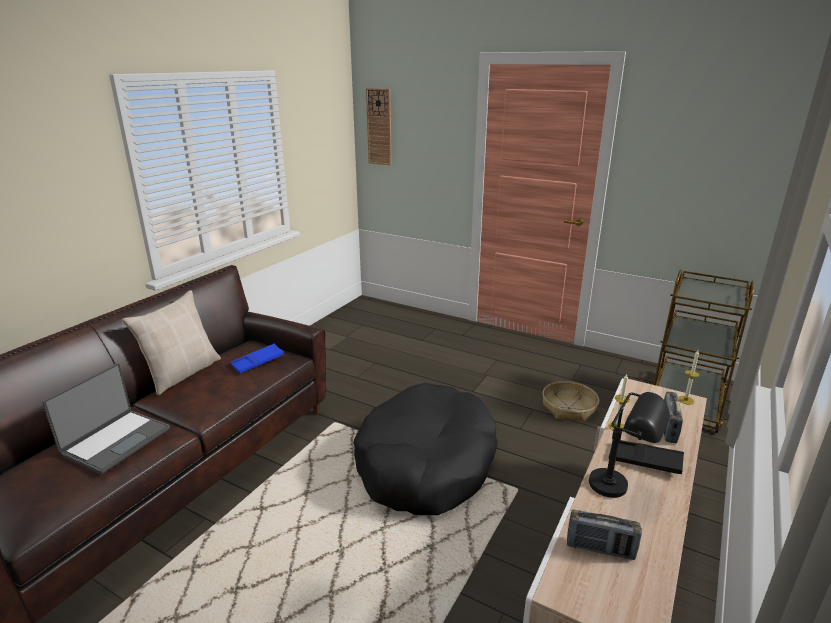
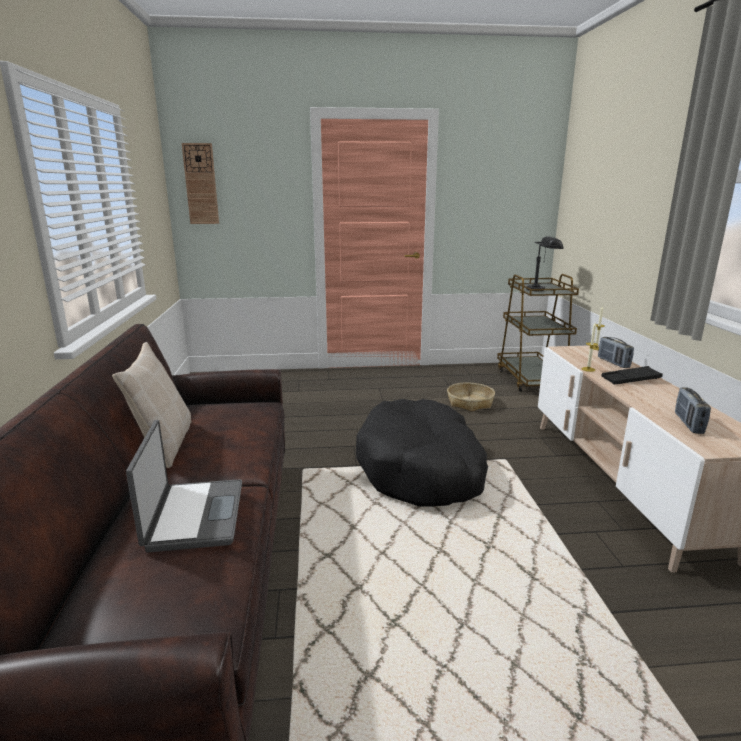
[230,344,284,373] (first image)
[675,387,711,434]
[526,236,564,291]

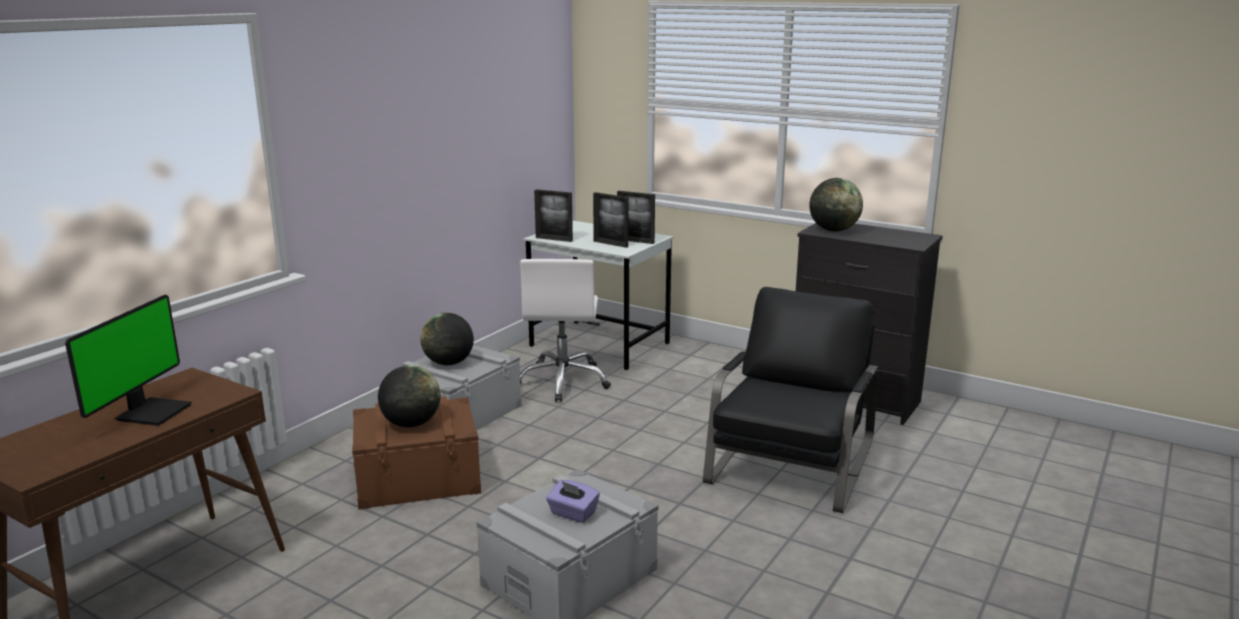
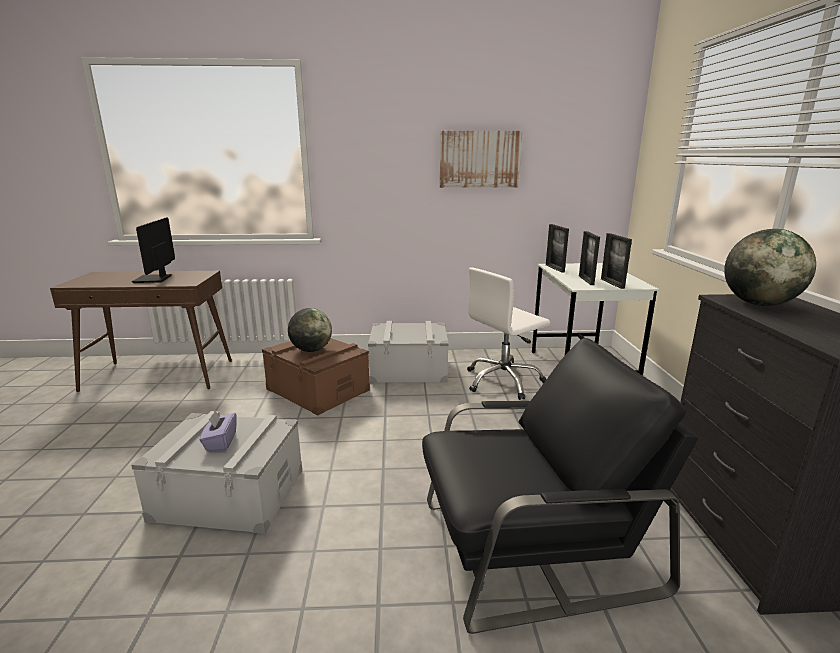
[132,217,175,283]
[420,313,474,365] (first image)
[440,131,522,188]

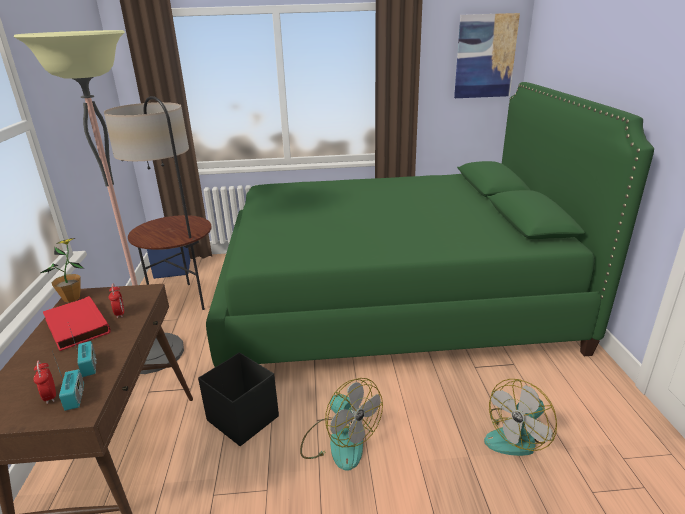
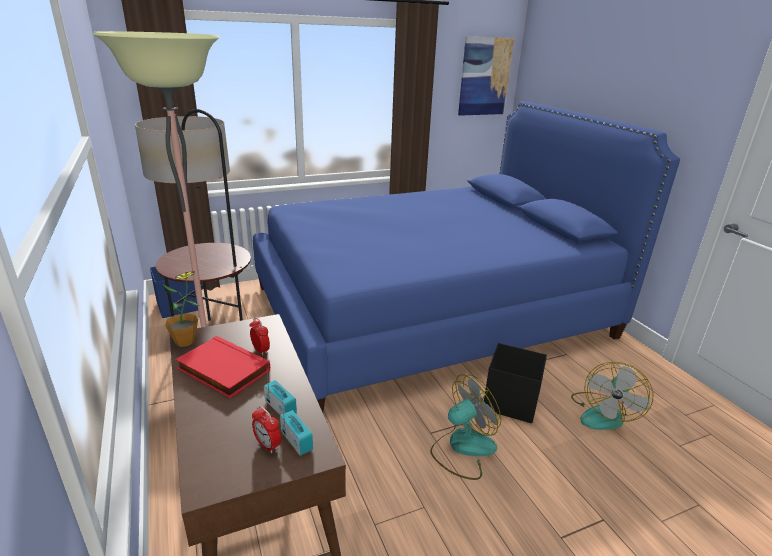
[484,343,547,423]
[253,101,680,412]
[430,374,501,480]

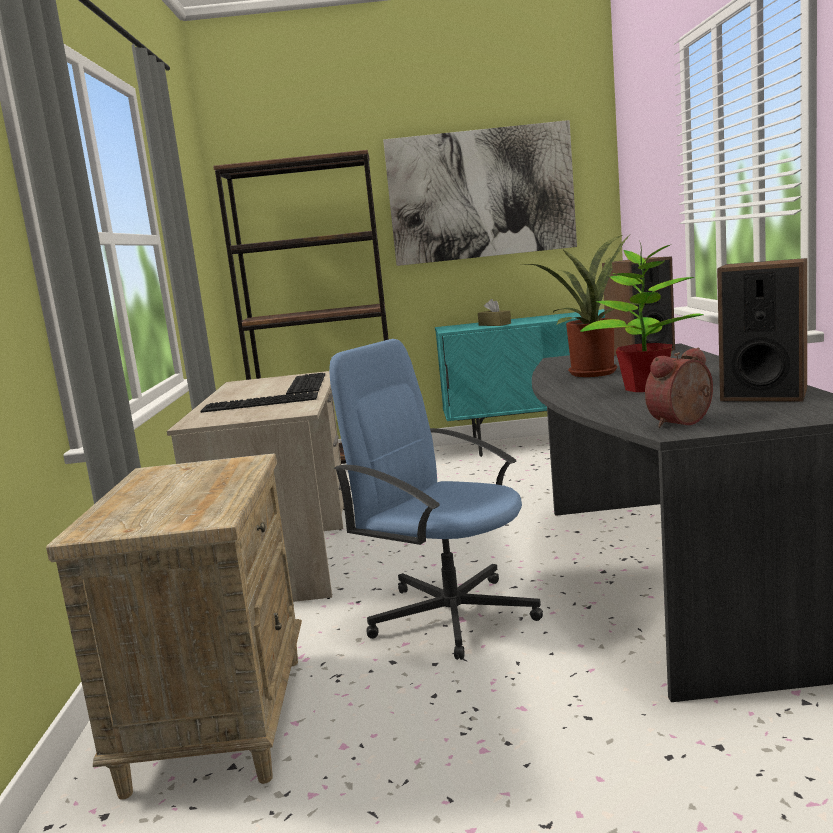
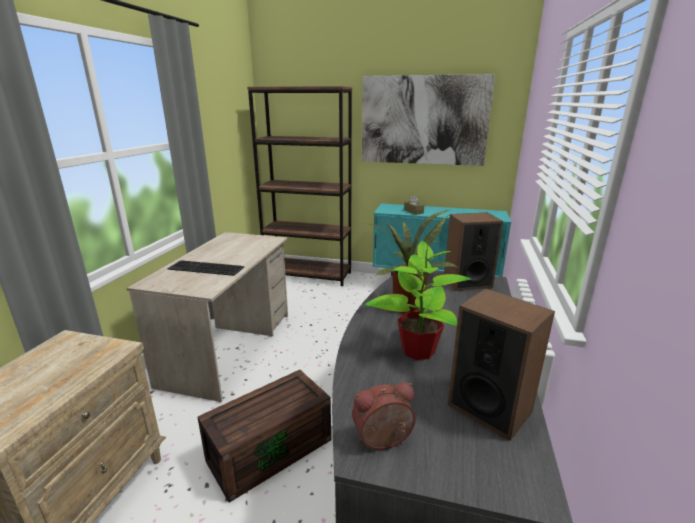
[286,373,325,394] (first image)
[198,370,331,503]

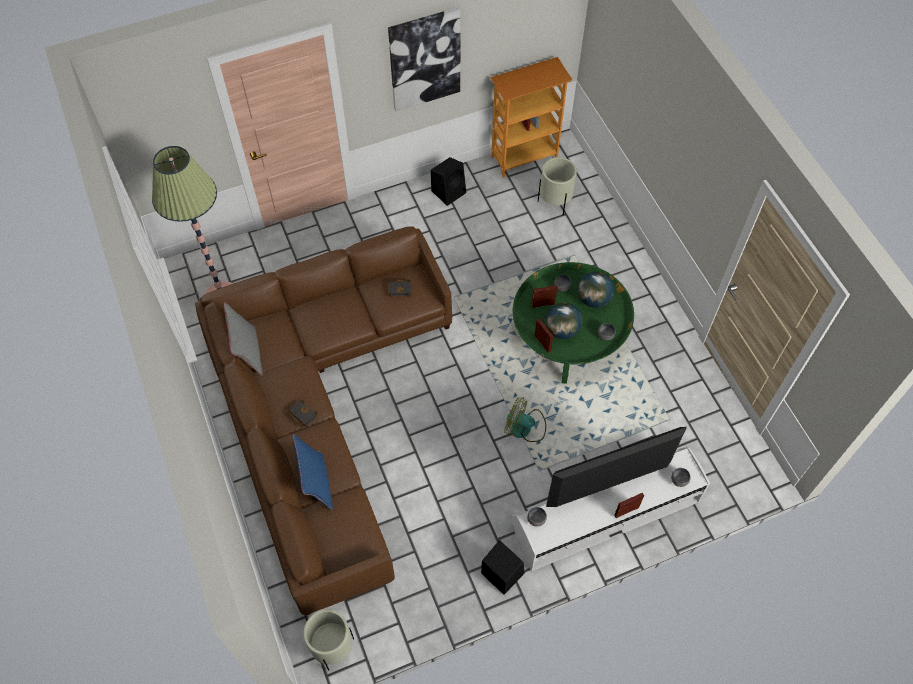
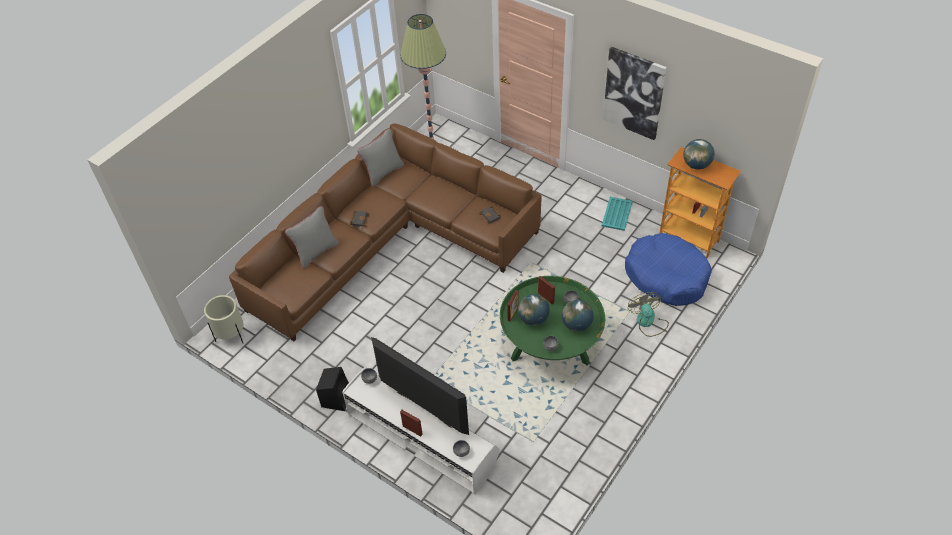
[285,206,339,269]
[602,197,633,231]
[628,292,669,337]
[625,233,712,306]
[683,139,715,170]

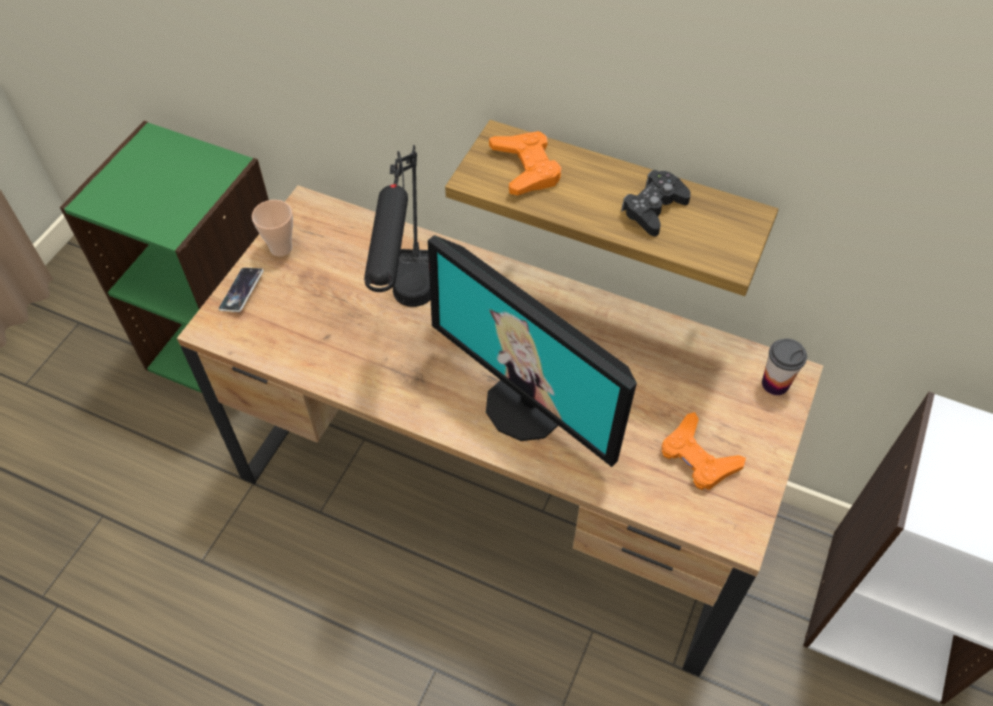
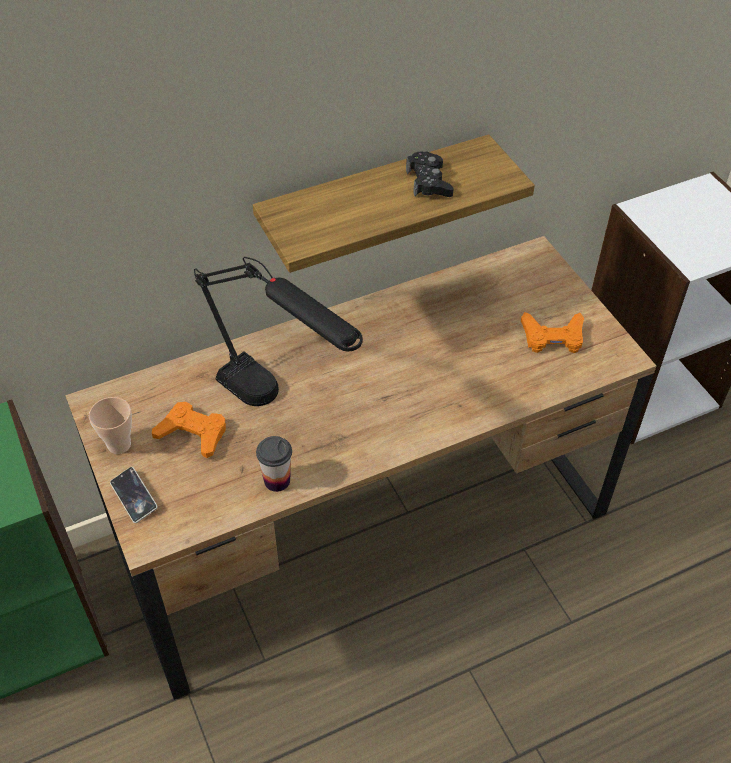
[428,235,637,467] (first image)
[152,402,226,458]
[256,436,292,492]

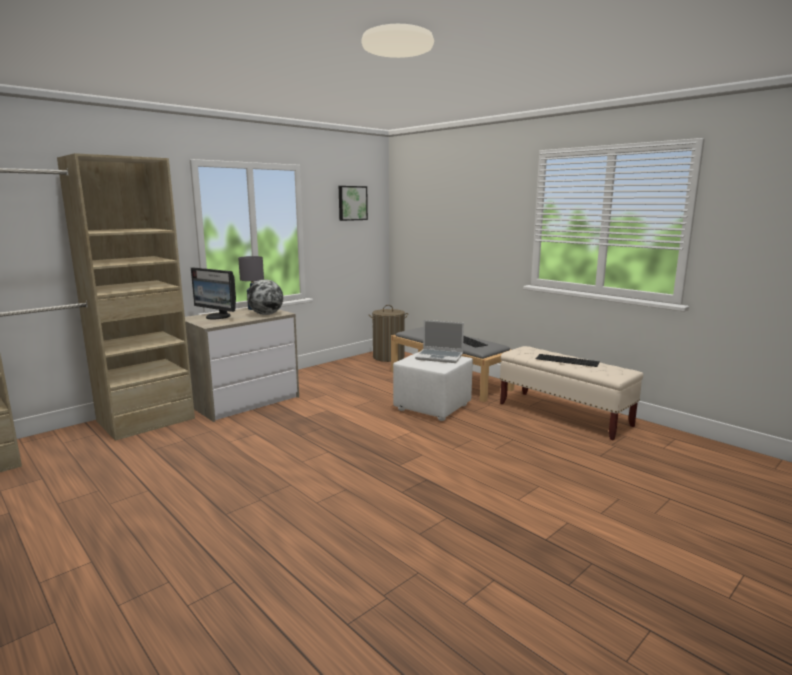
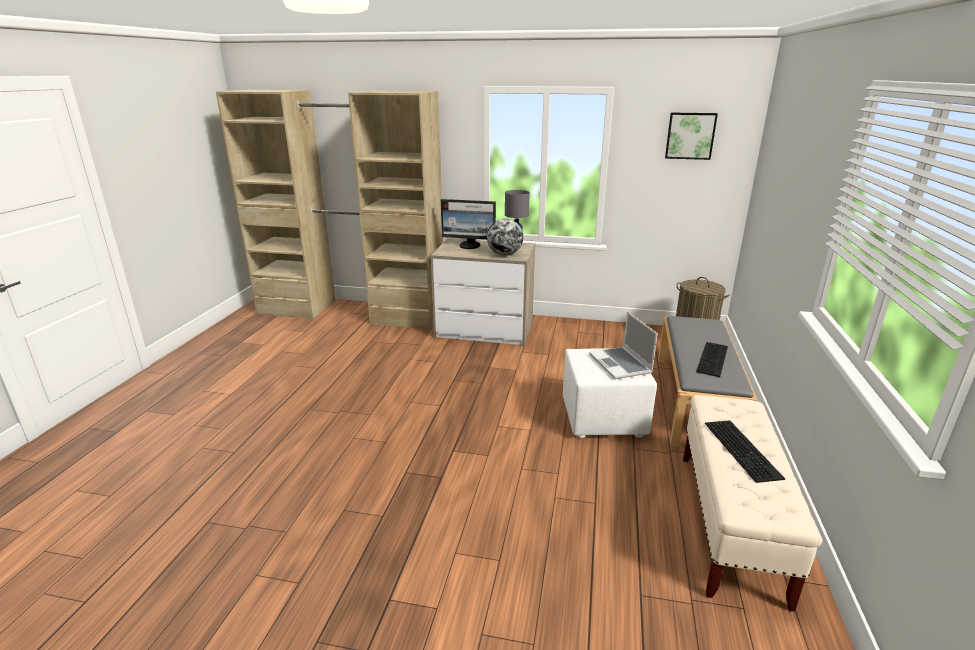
[441,199,496,249]

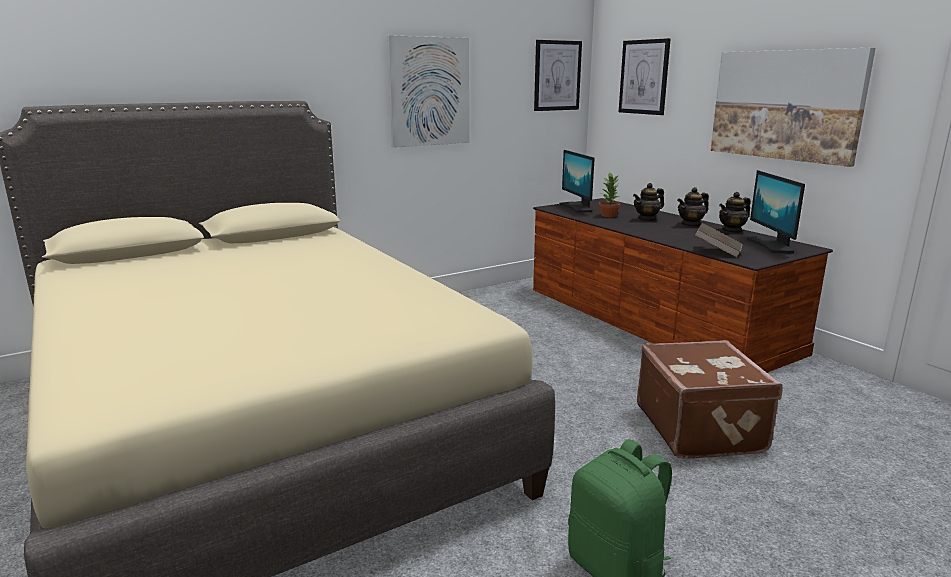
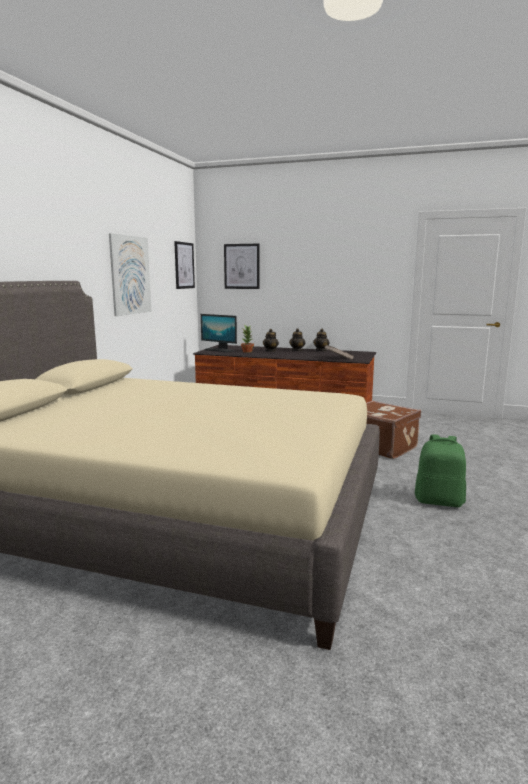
[711,48,875,167] (first image)
[746,170,805,254] (first image)

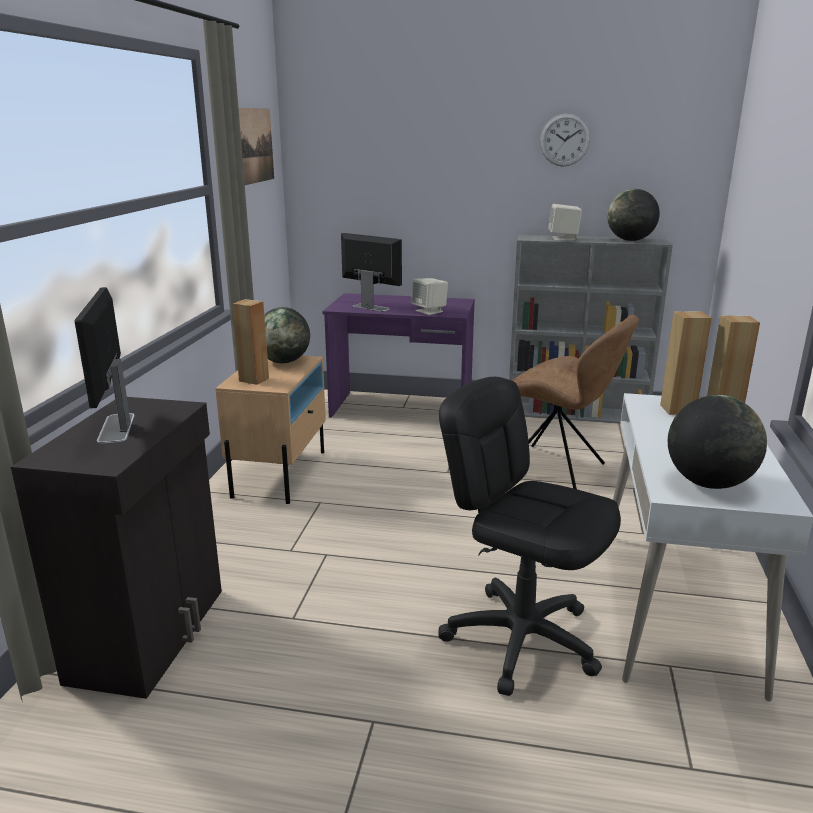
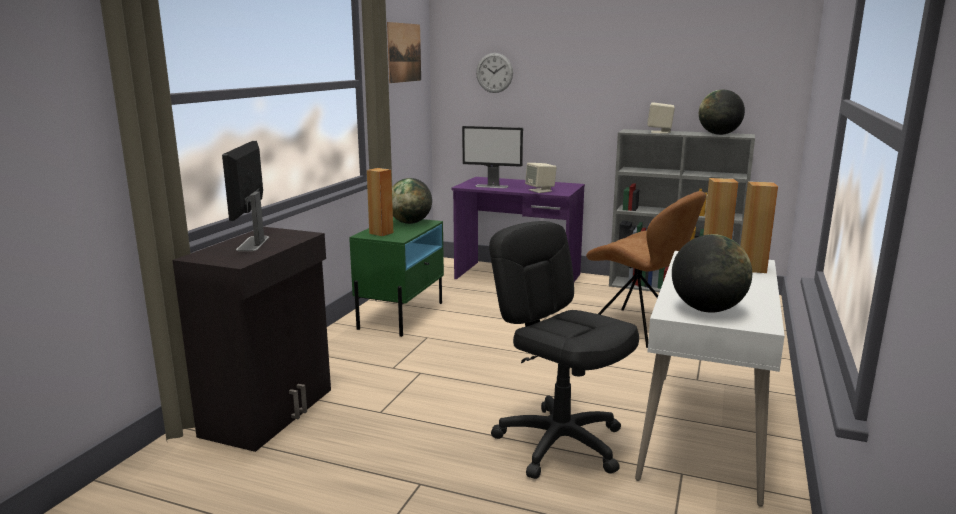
[349,217,444,337]
[462,126,523,188]
[476,53,513,93]

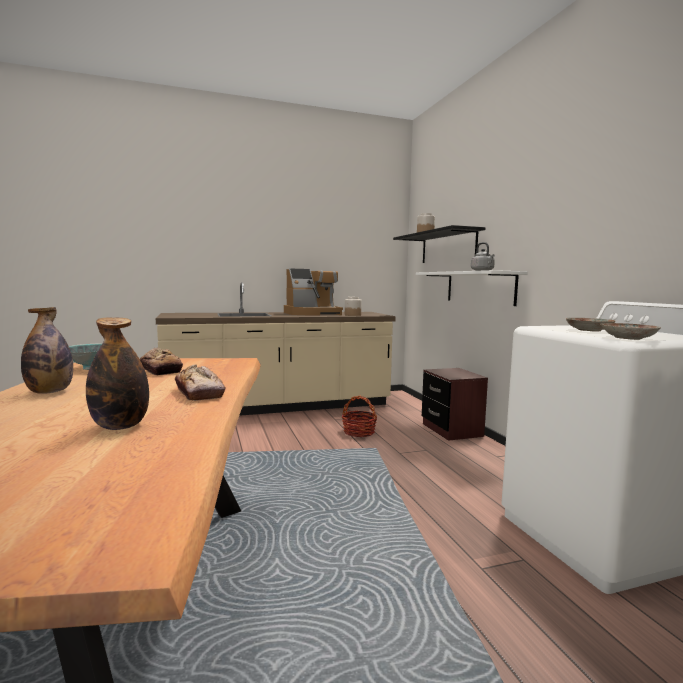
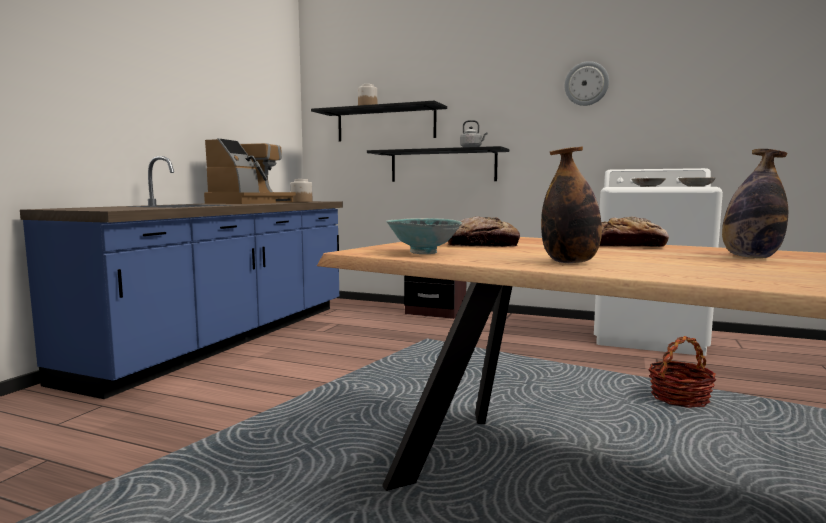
[20,156,343,399]
[648,336,716,408]
[367,146,509,182]
[565,61,609,106]

